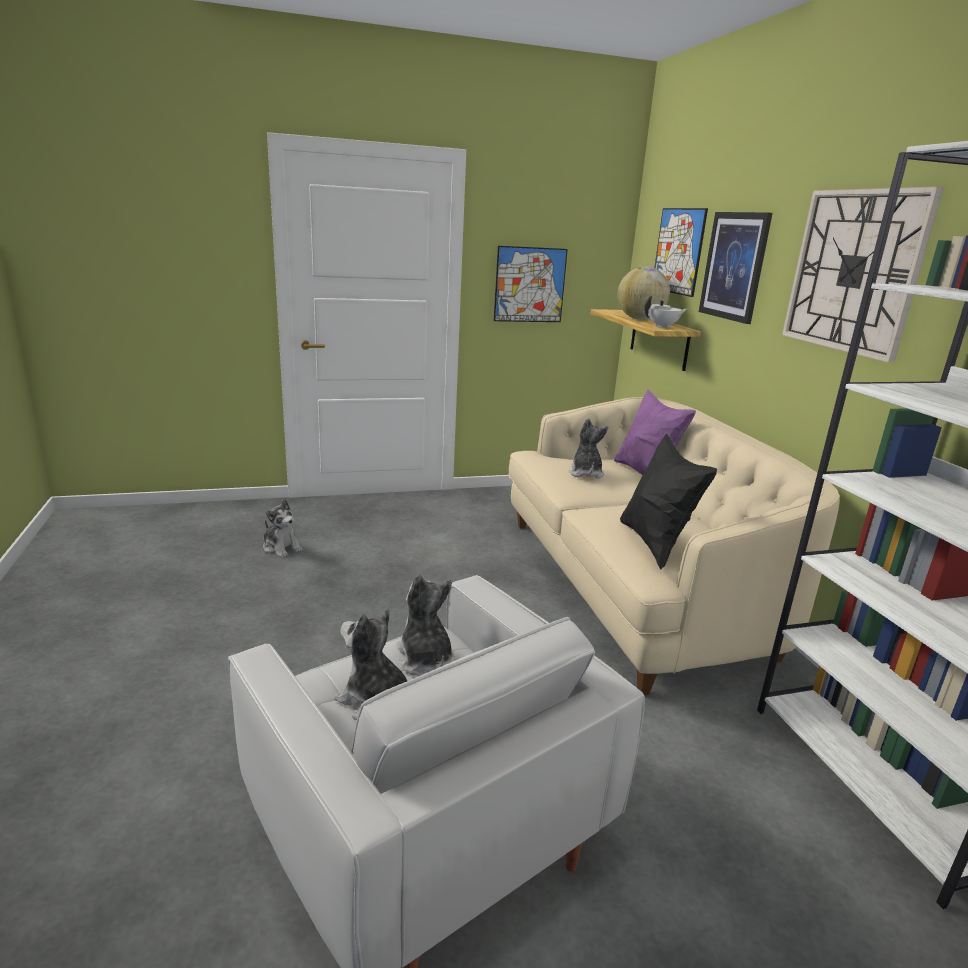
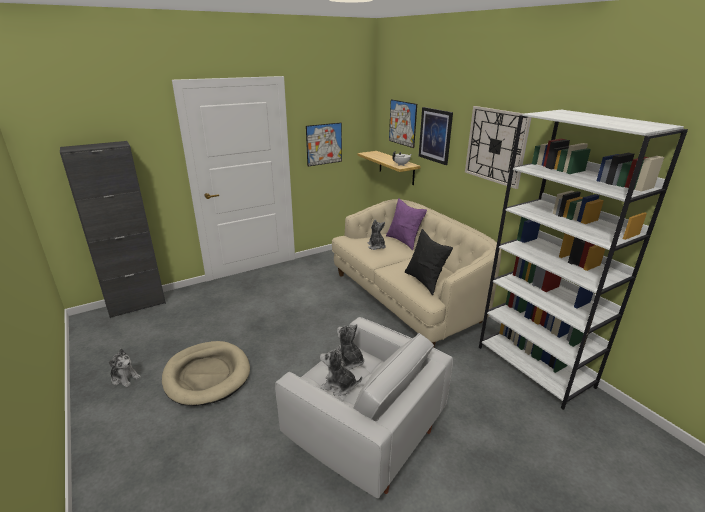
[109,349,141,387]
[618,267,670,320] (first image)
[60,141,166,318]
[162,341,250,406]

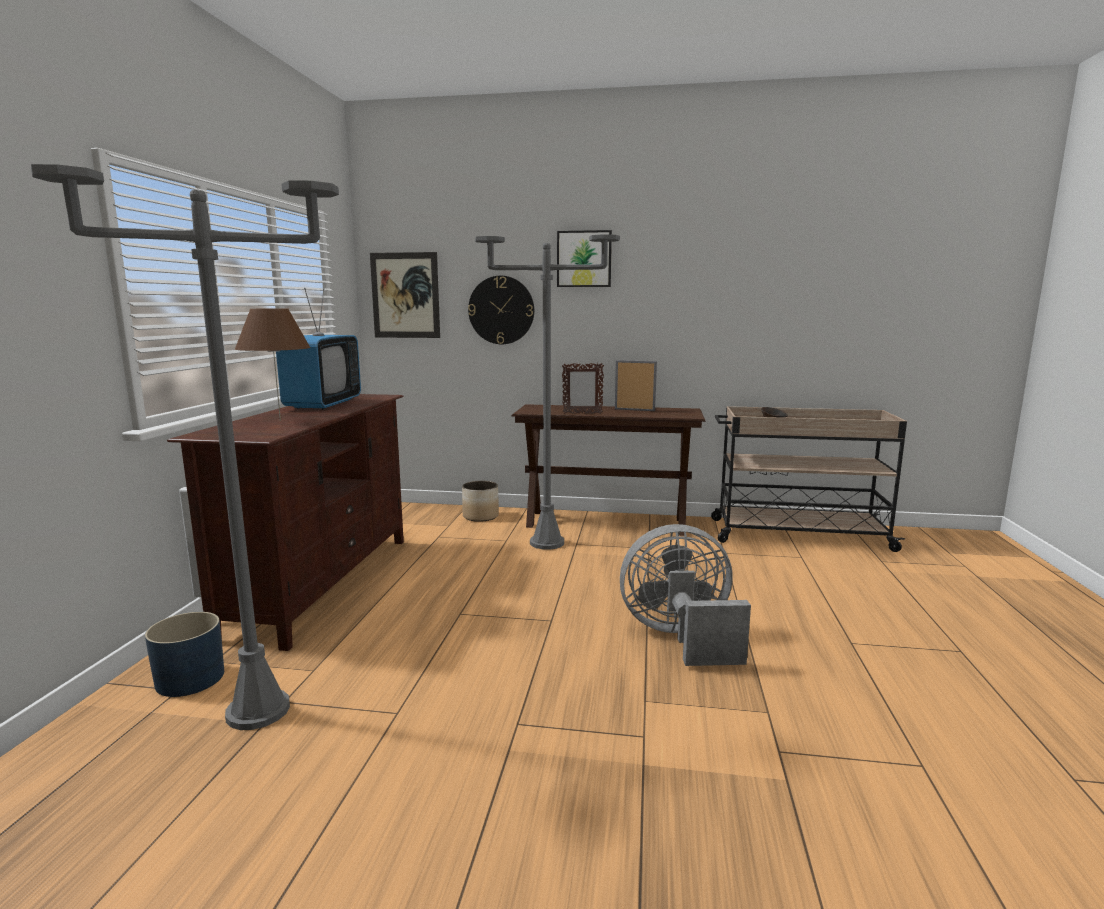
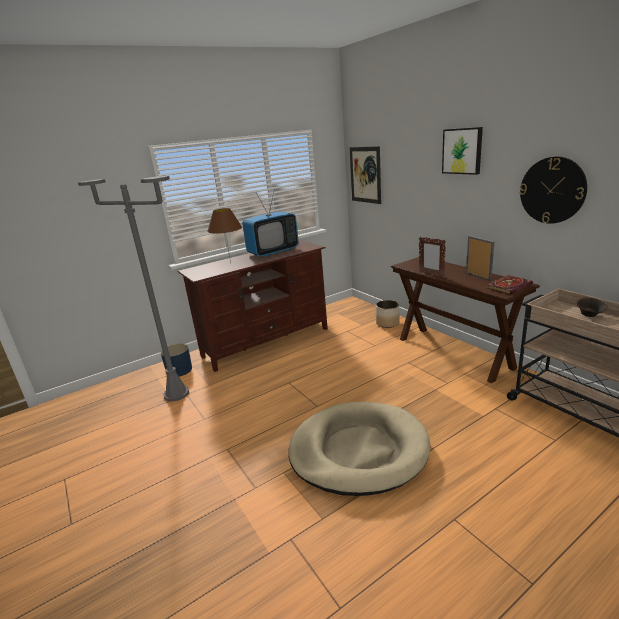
[519,157,587,224]
[475,234,620,550] (first image)
[288,402,430,496]
[487,275,533,294]

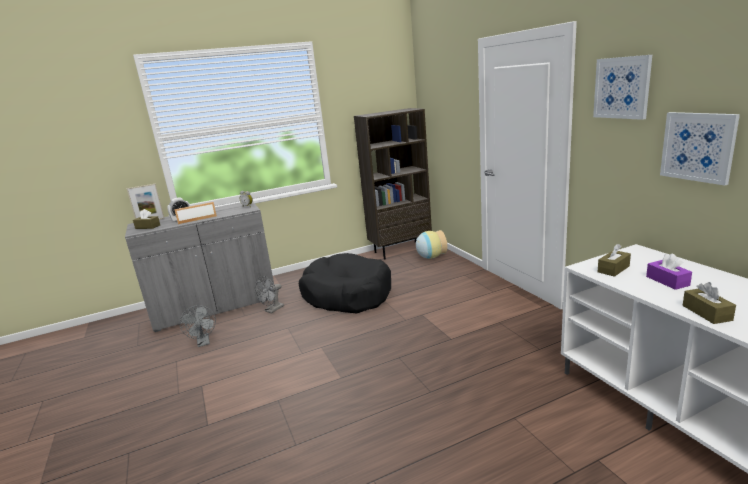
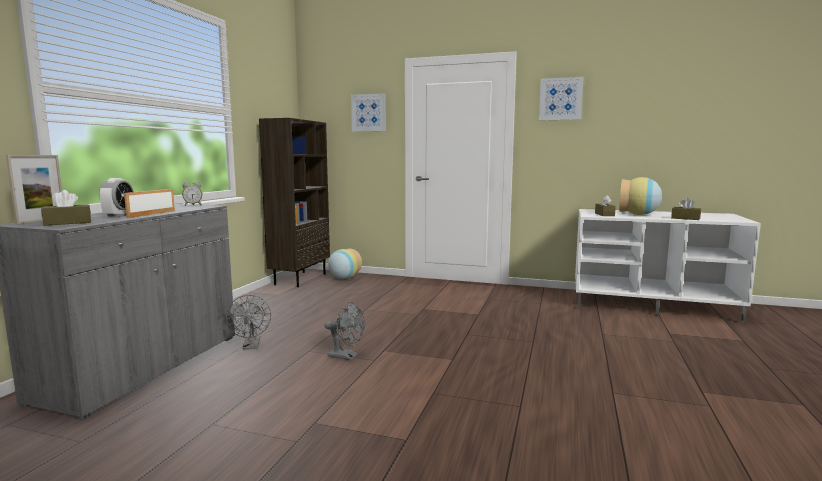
[325,301,365,360]
[299,253,391,313] (first image)
[619,177,662,215]
[351,93,386,132]

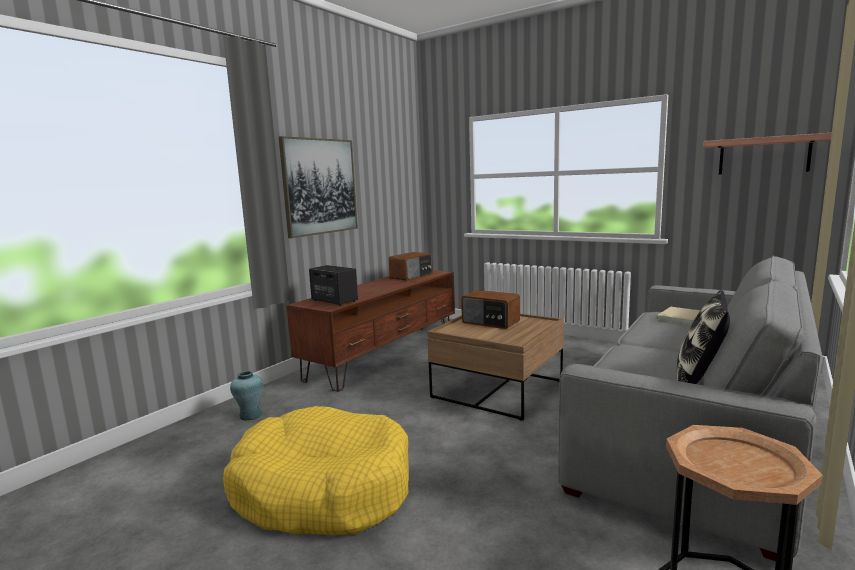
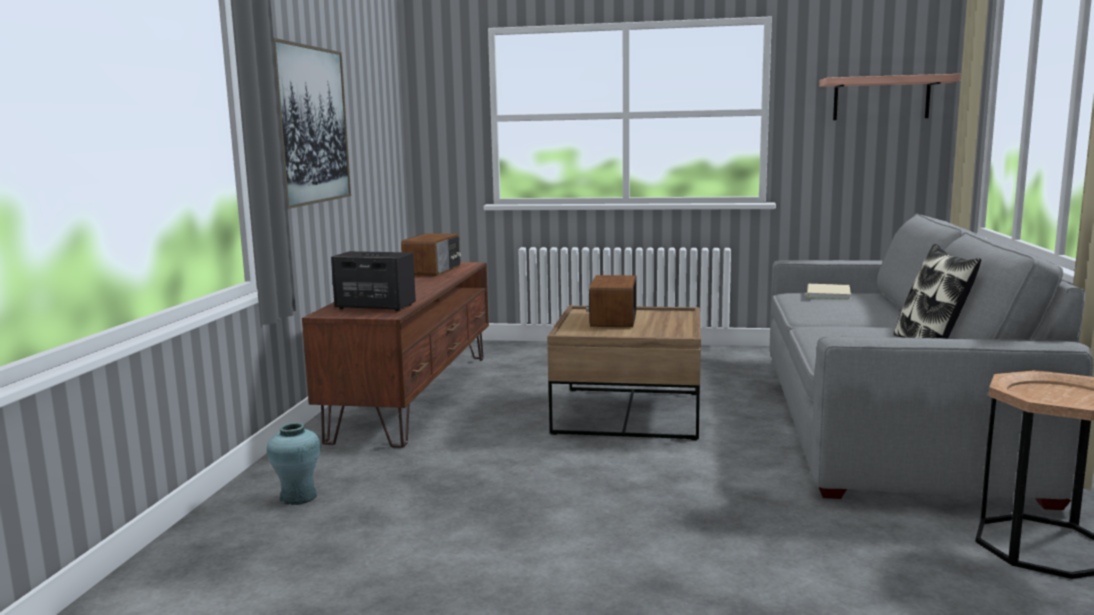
[223,406,409,535] (first image)
[586,275,636,327]

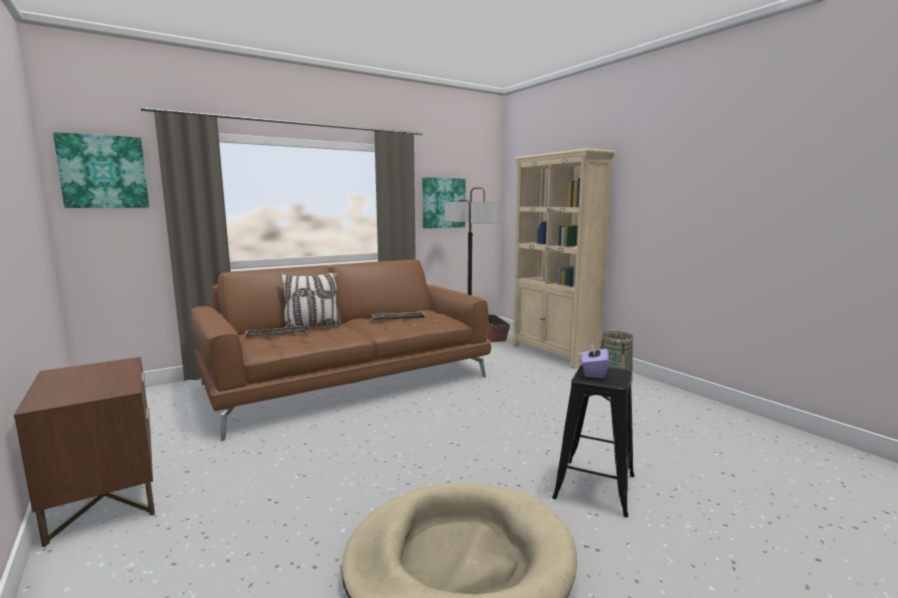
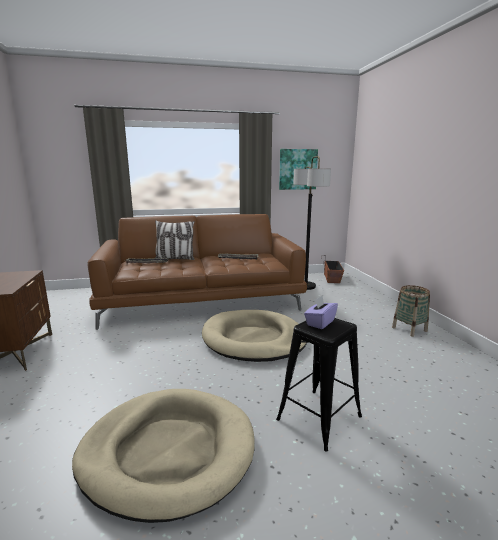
[53,132,149,208] (first image)
[513,148,616,369] (first image)
[202,310,307,362]

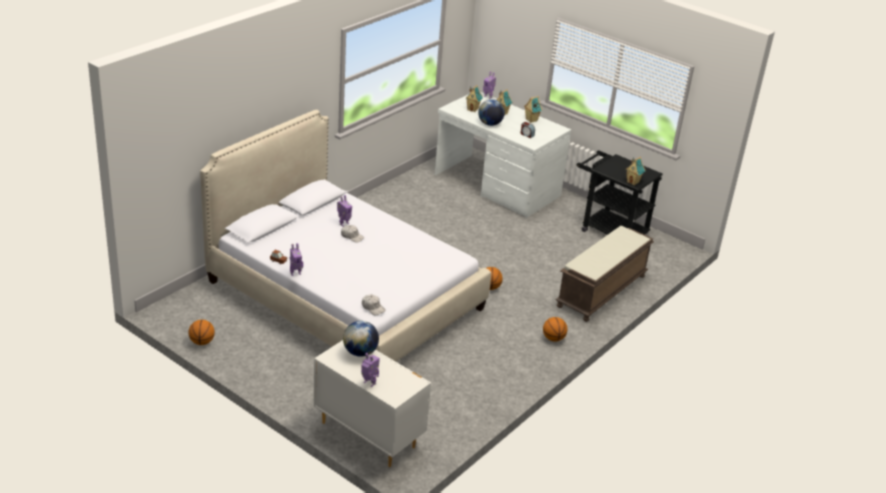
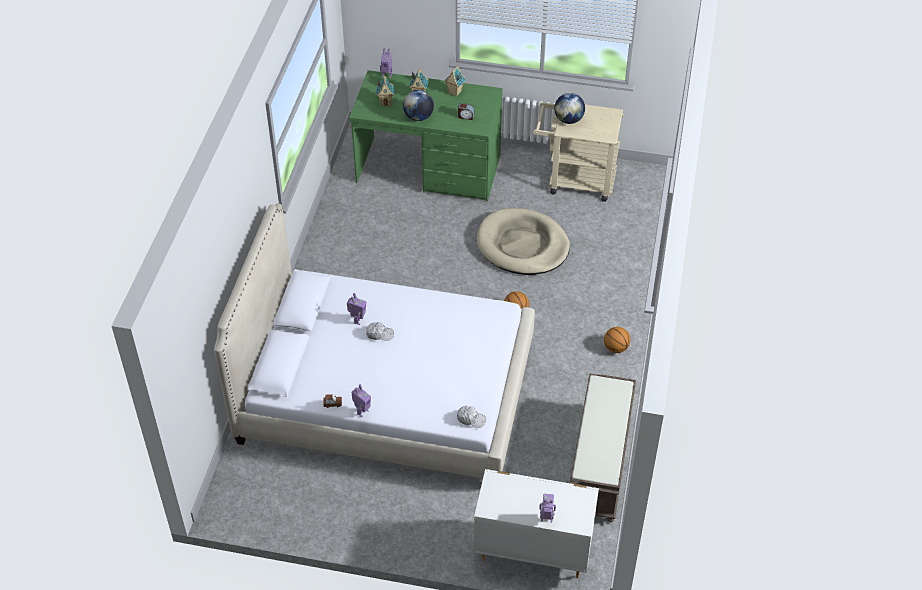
[189,320,215,345] (first image)
[554,93,585,124]
[349,70,503,202]
[570,373,636,522]
[533,103,624,202]
[625,157,645,186] (first image)
[477,208,570,275]

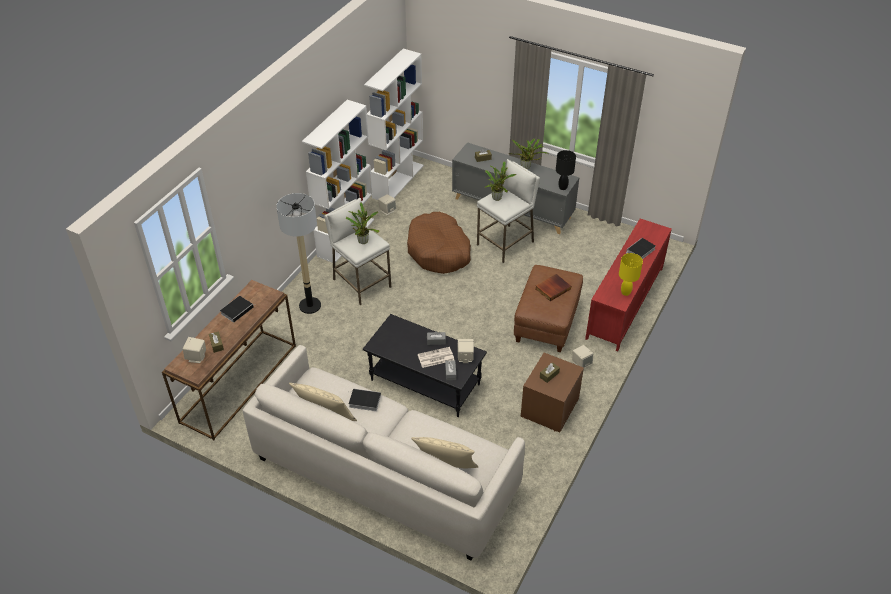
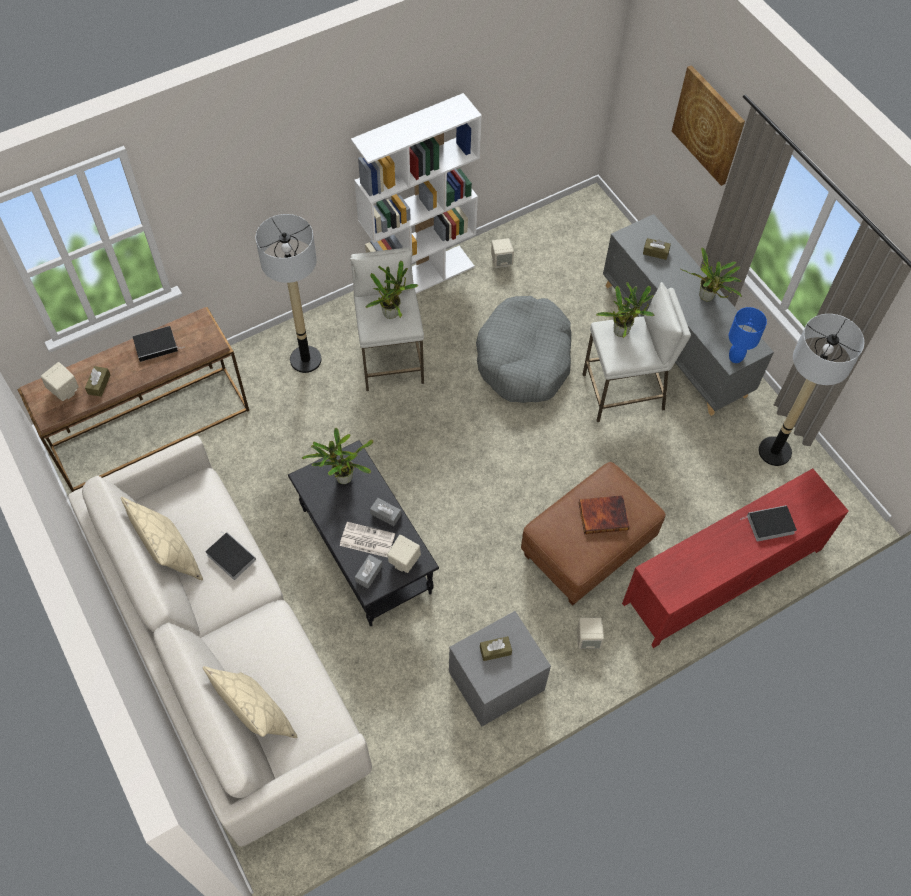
[364,49,424,200] (first image)
[476,296,572,403]
[449,611,551,726]
[729,307,767,363]
[619,253,643,296] (first image)
[302,428,373,484]
[672,65,745,186]
[758,314,864,466]

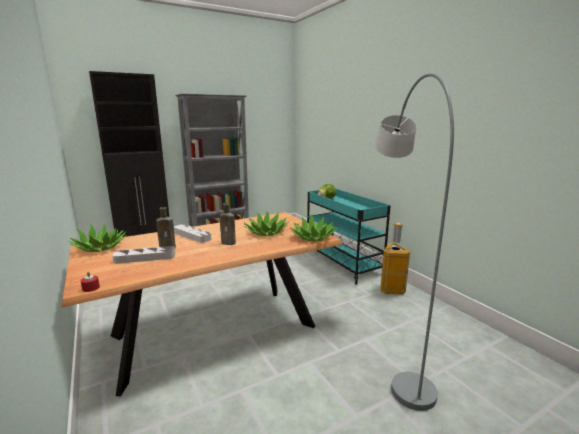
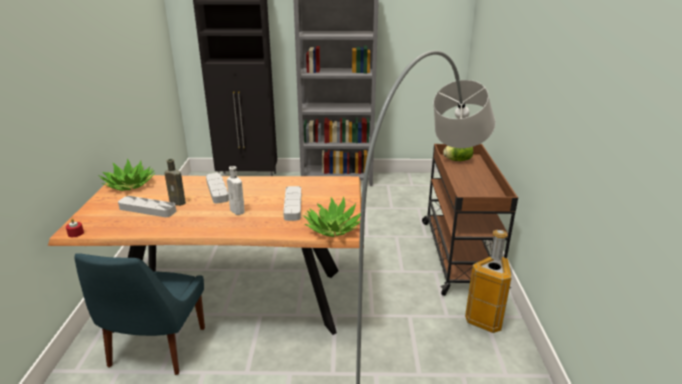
[227,166,245,215]
[283,186,301,221]
[422,144,518,296]
[74,253,205,375]

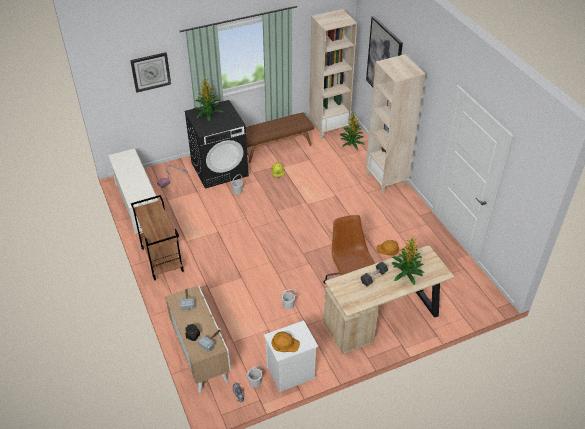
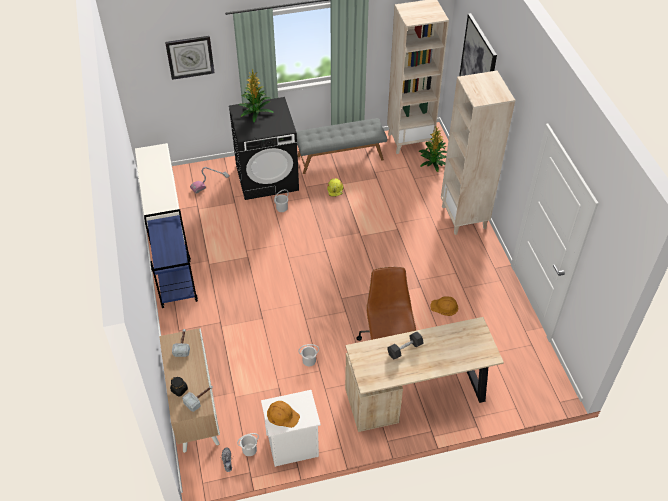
[144,209,198,308]
[296,118,387,174]
[392,237,424,285] (first image)

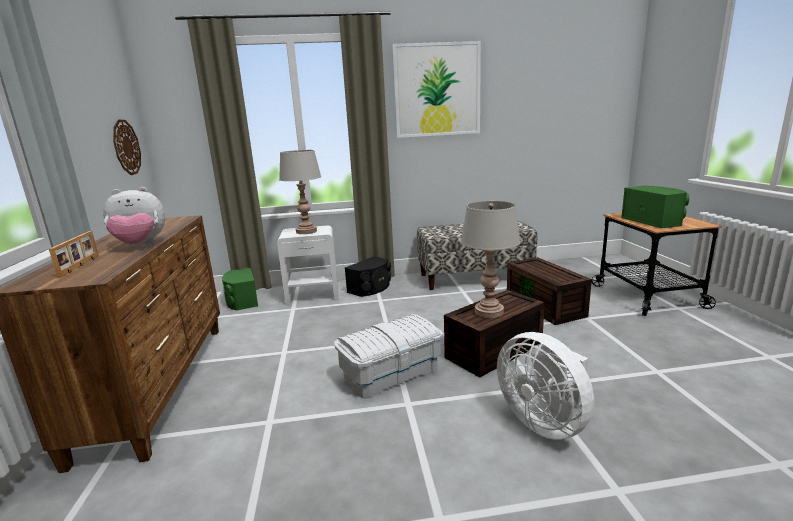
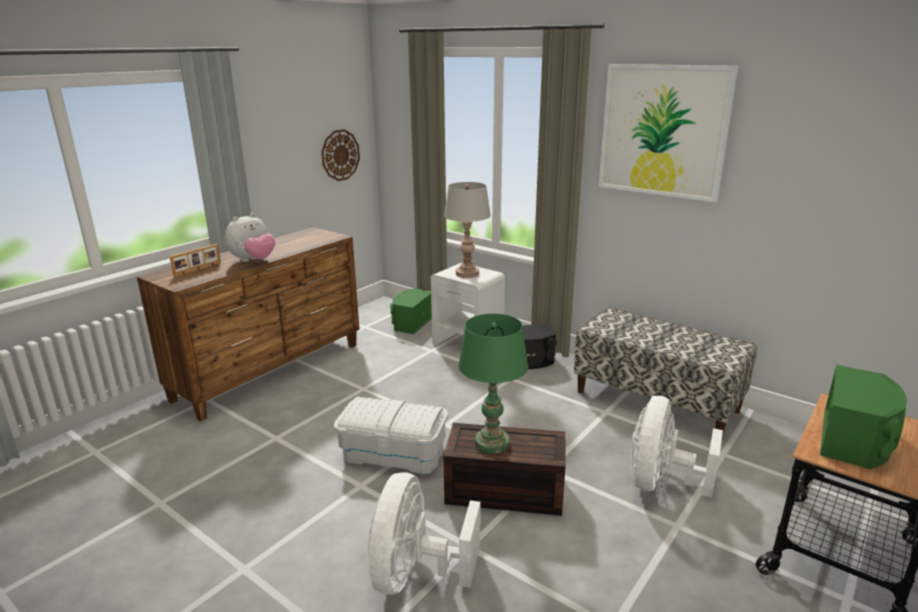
[225,213,275,262]
[458,313,528,454]
[631,396,723,498]

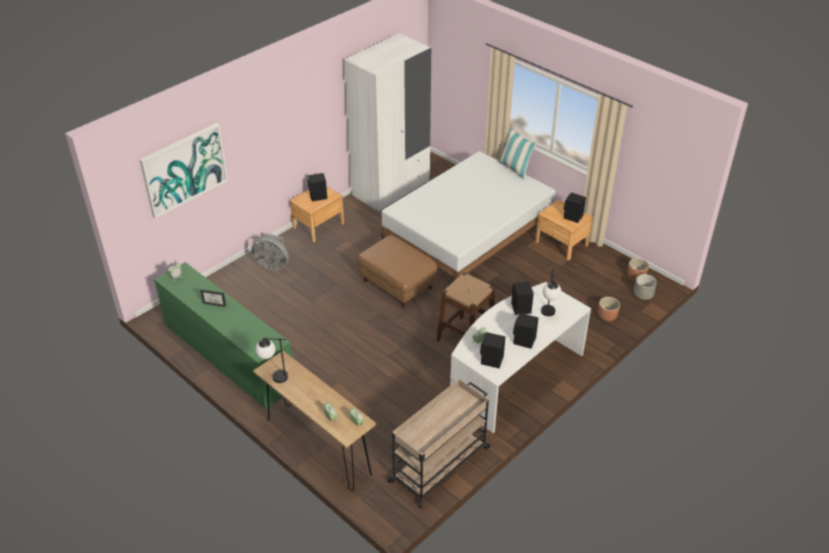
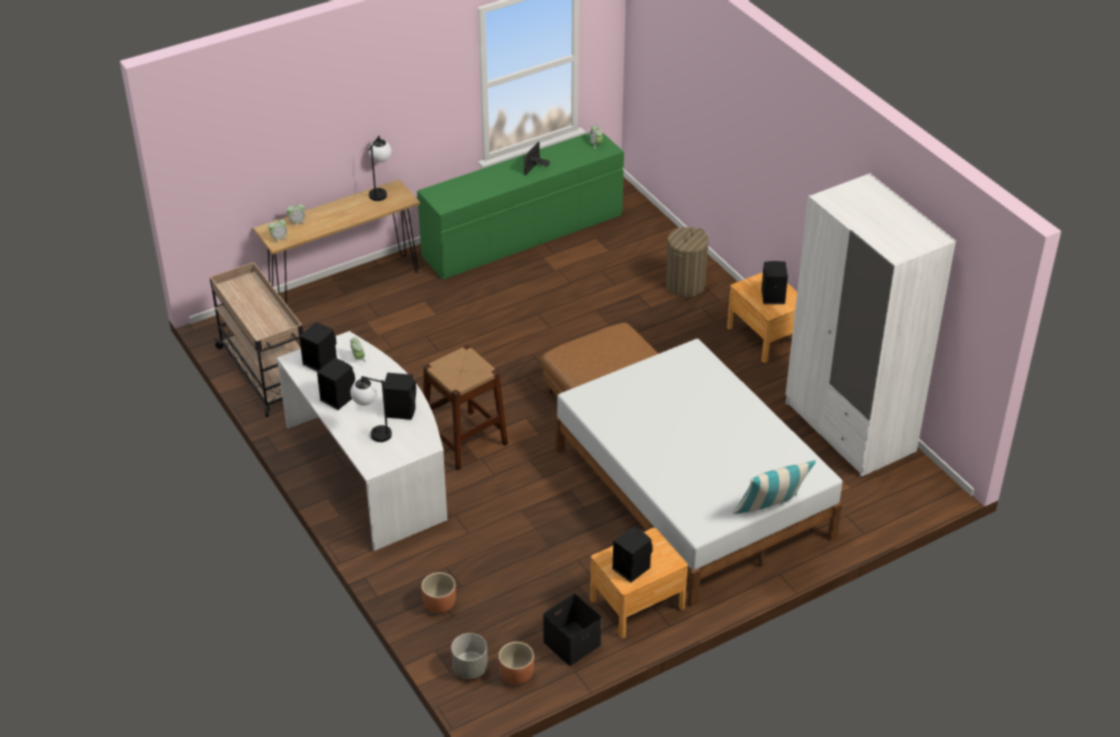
[139,123,228,218] (first image)
[666,227,709,297]
[543,594,602,666]

